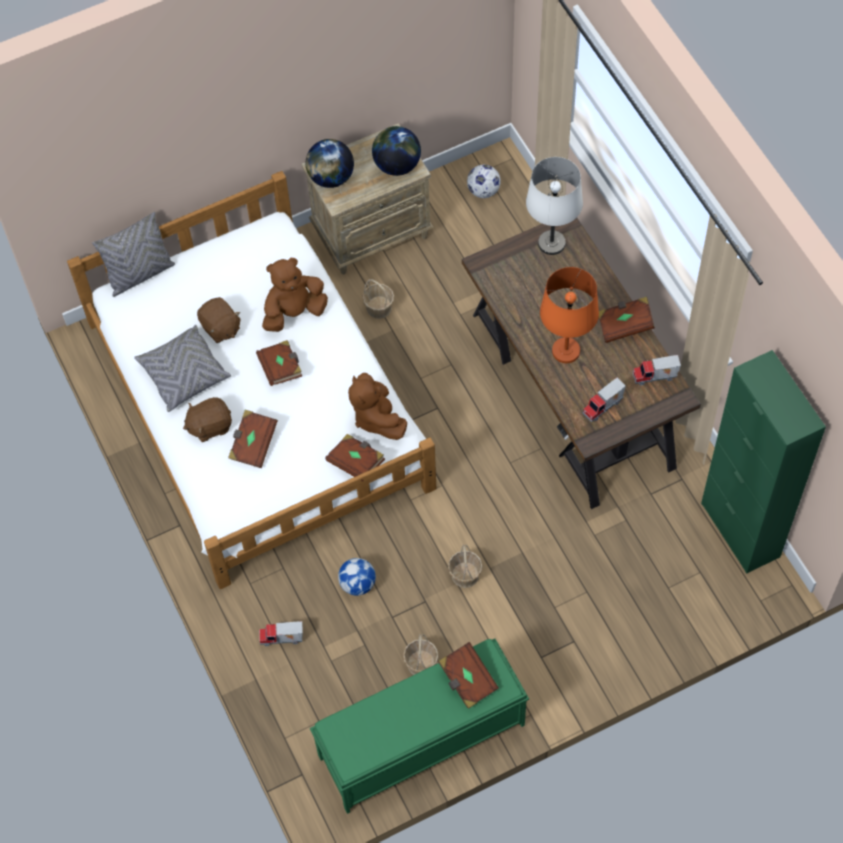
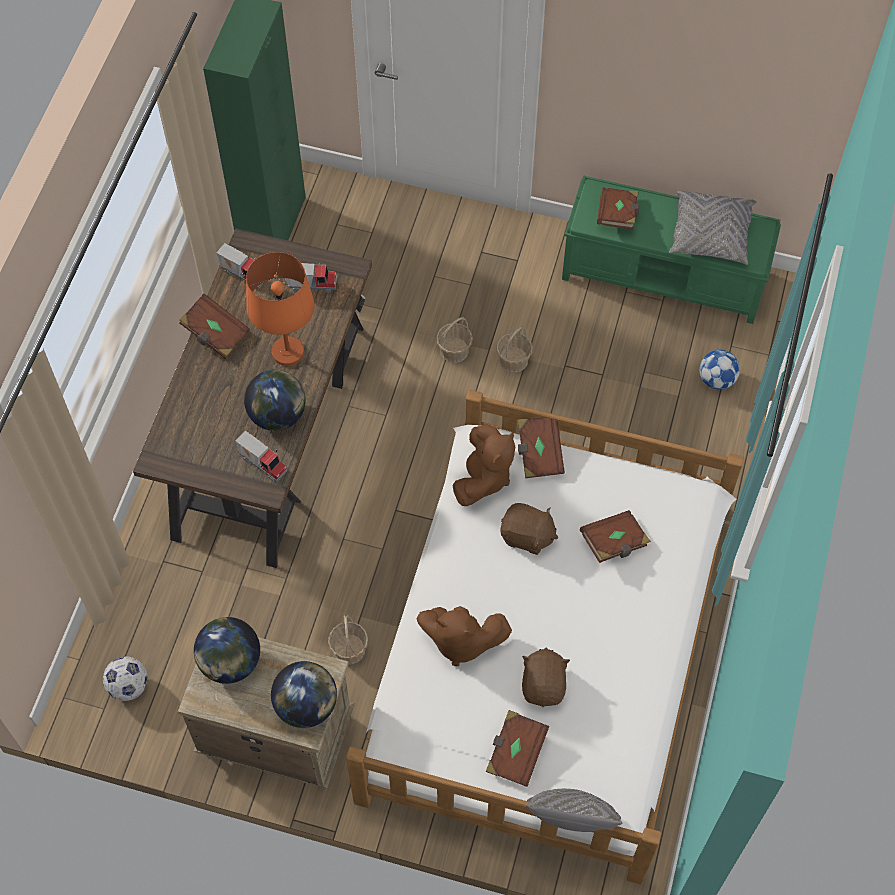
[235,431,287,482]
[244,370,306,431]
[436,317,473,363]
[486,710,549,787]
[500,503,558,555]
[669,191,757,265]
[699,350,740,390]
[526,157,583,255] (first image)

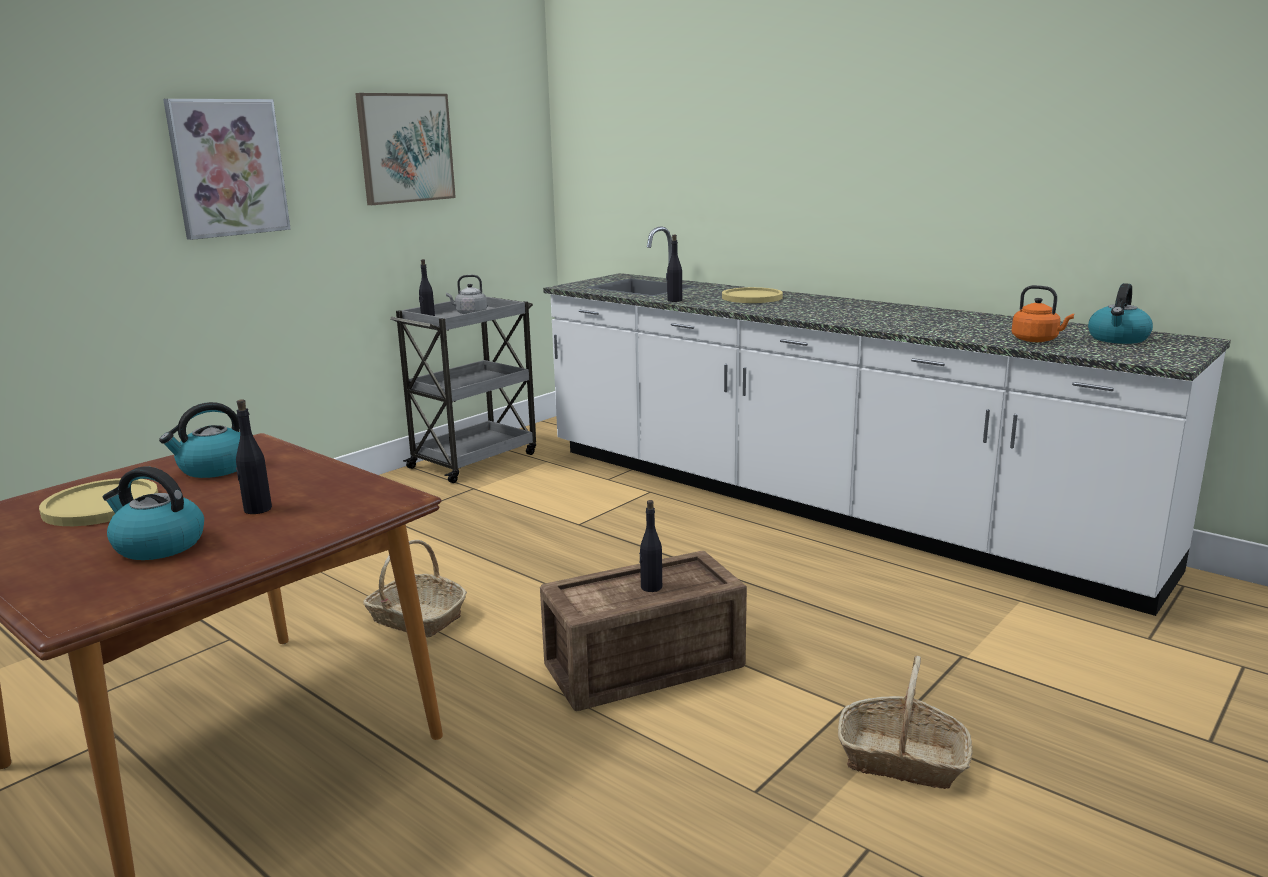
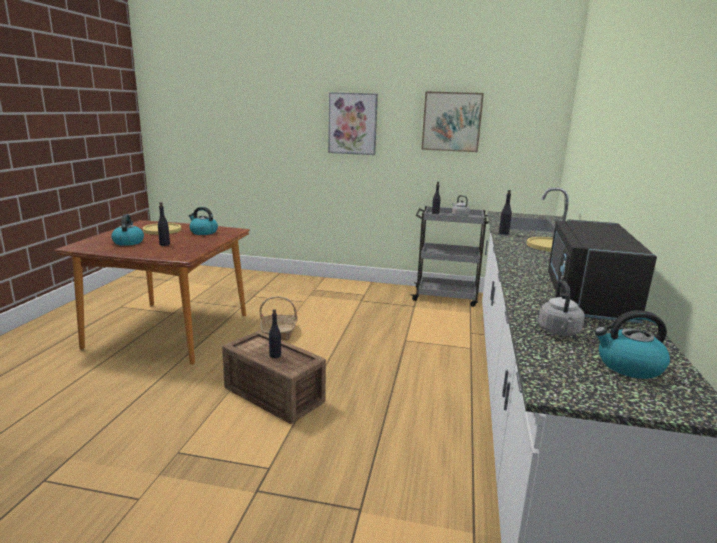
[538,280,585,336]
[548,219,657,323]
[838,656,973,789] (first image)

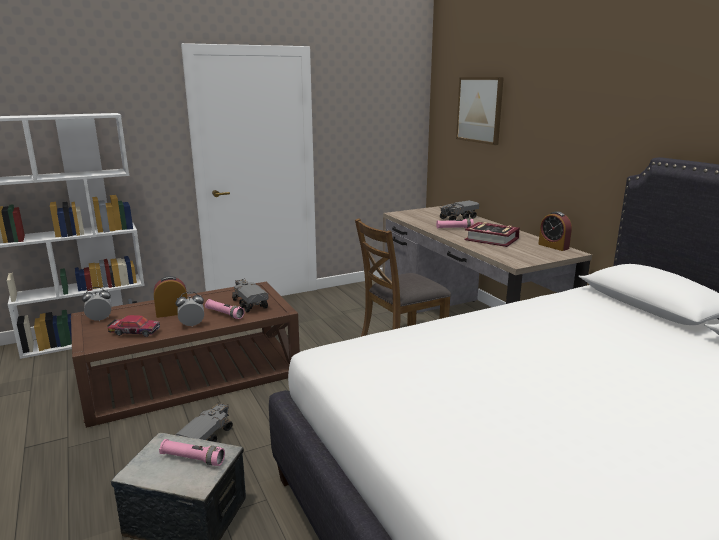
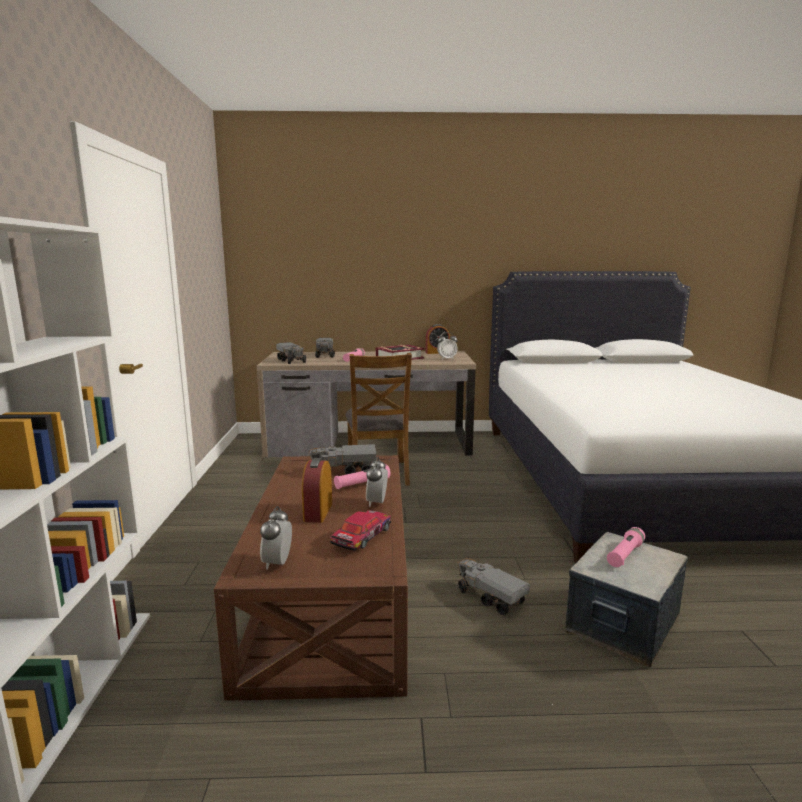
[276,342,306,364]
[437,332,458,360]
[456,77,504,145] (first image)

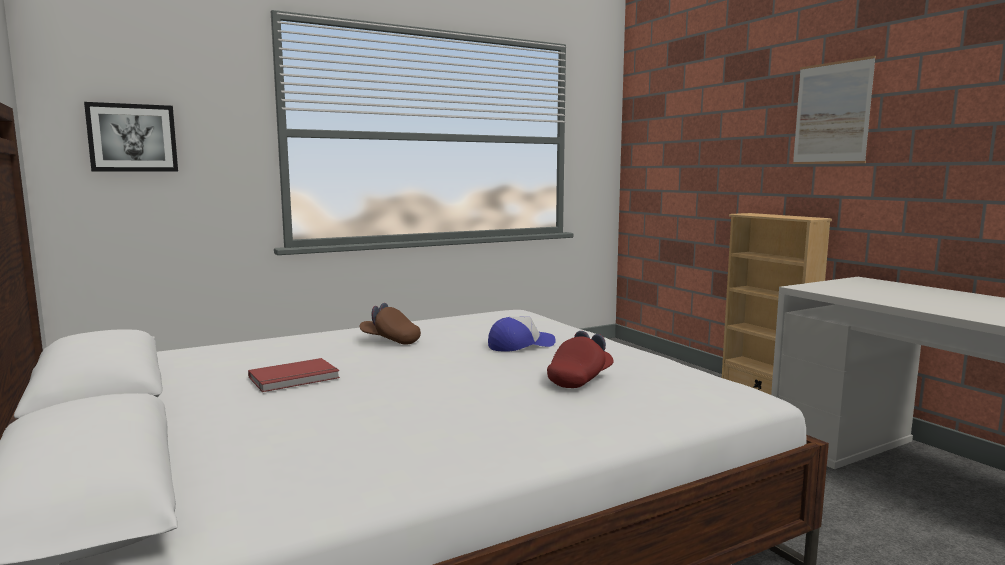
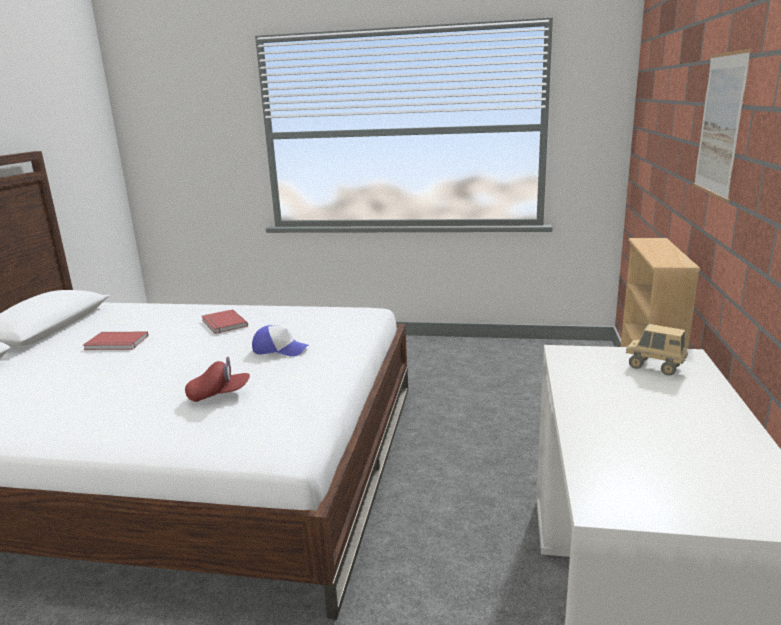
[202,309,248,334]
[626,324,688,376]
[84,102,178,171] (first image)

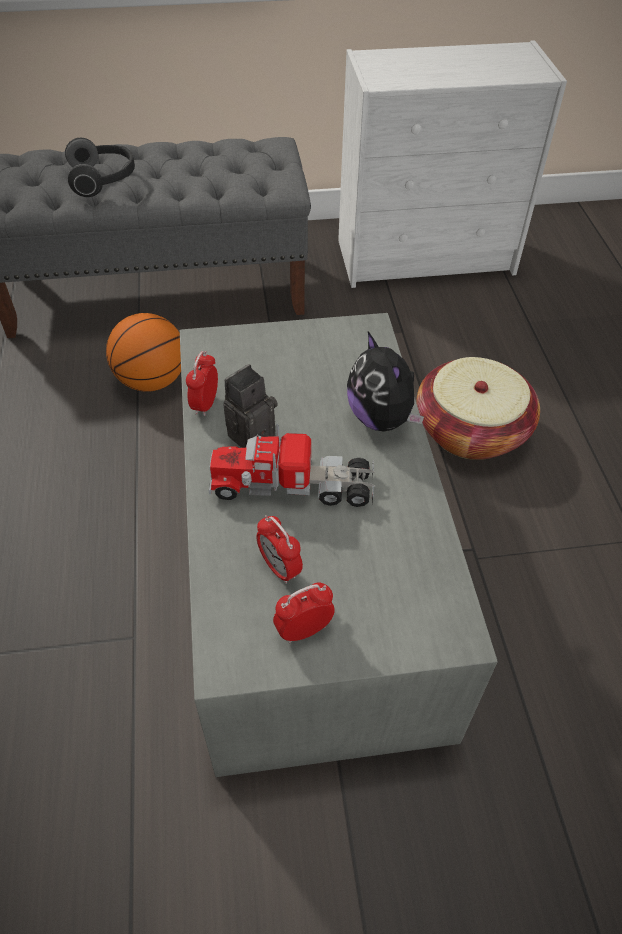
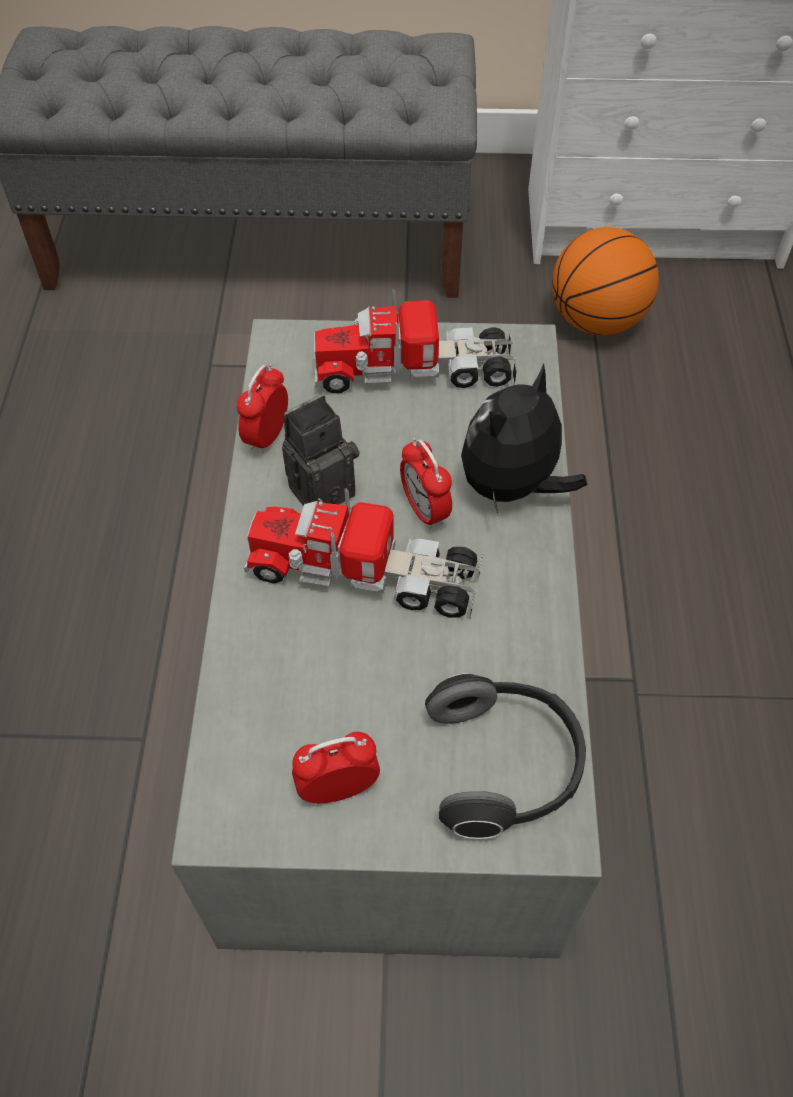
[314,289,517,393]
[400,438,452,529]
[425,673,586,839]
[461,363,587,515]
[552,227,659,335]
[416,357,540,460] (first image)

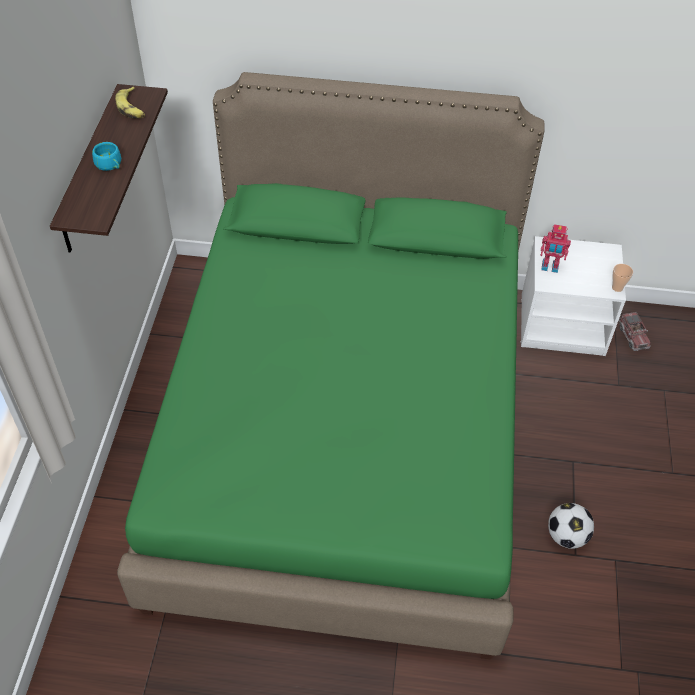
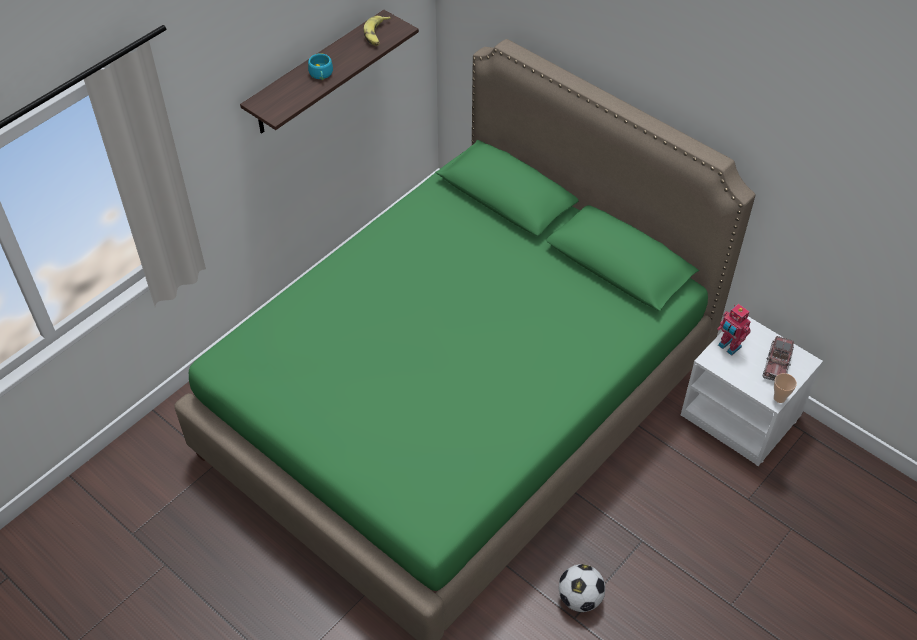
[762,336,794,381]

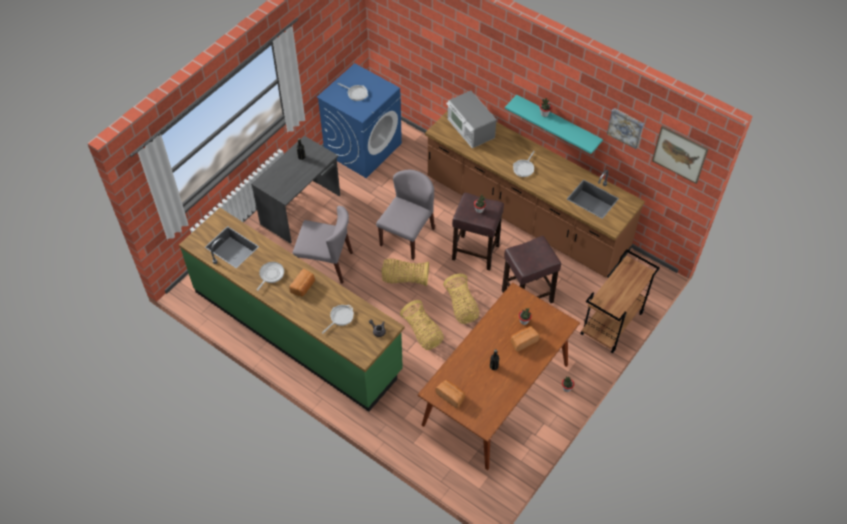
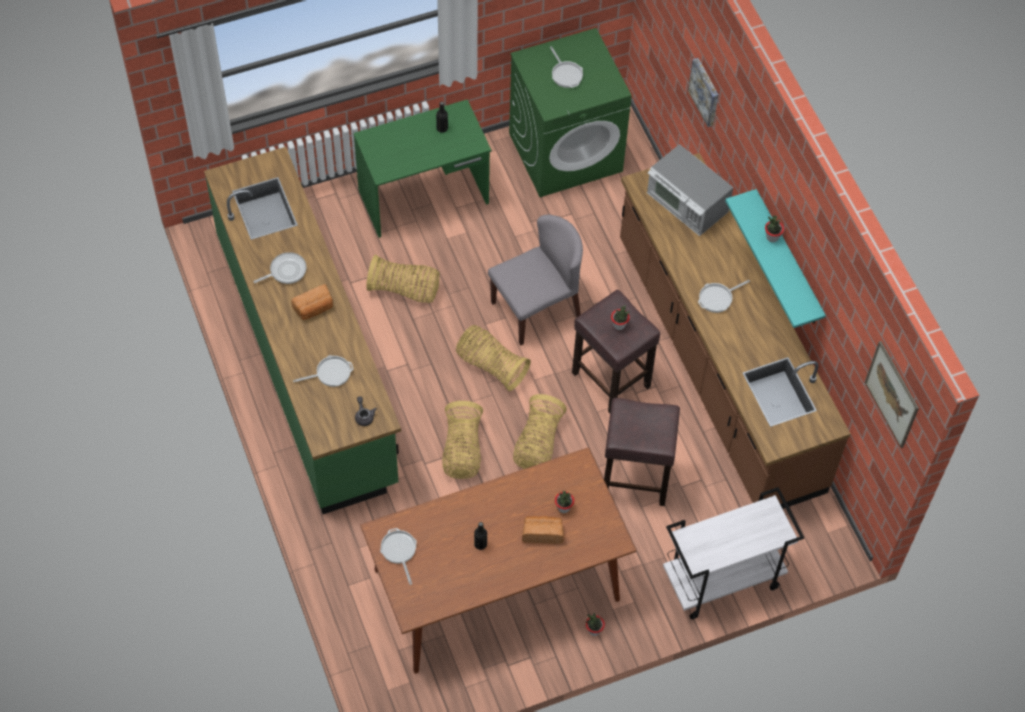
[353,99,491,238]
[366,255,440,303]
[380,528,417,585]
[509,28,631,197]
[647,144,733,236]
[663,487,804,619]
[688,58,719,127]

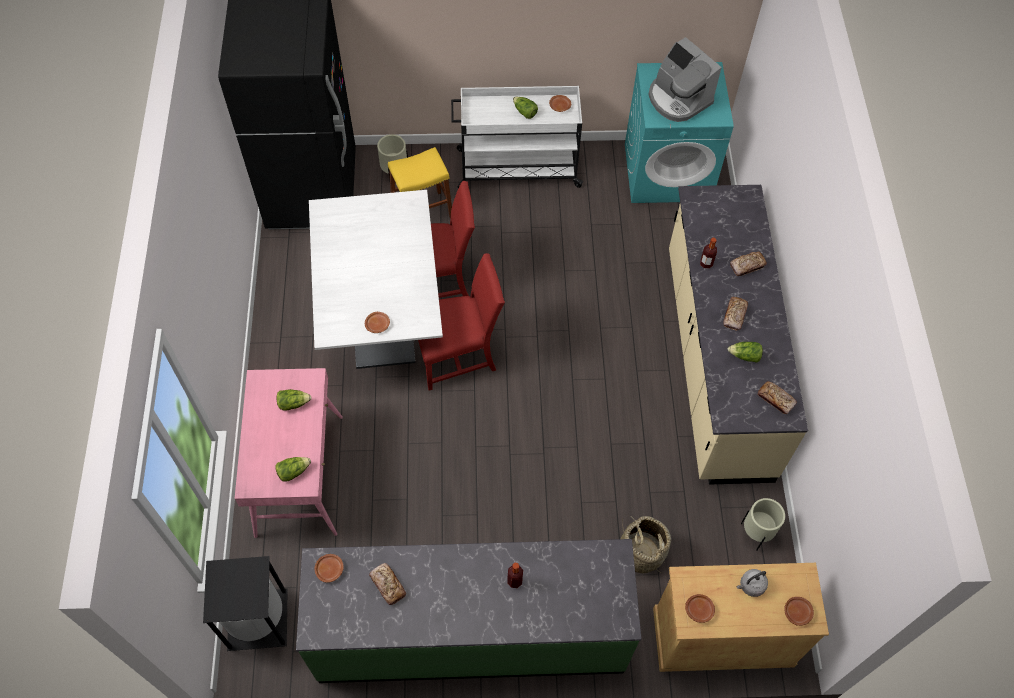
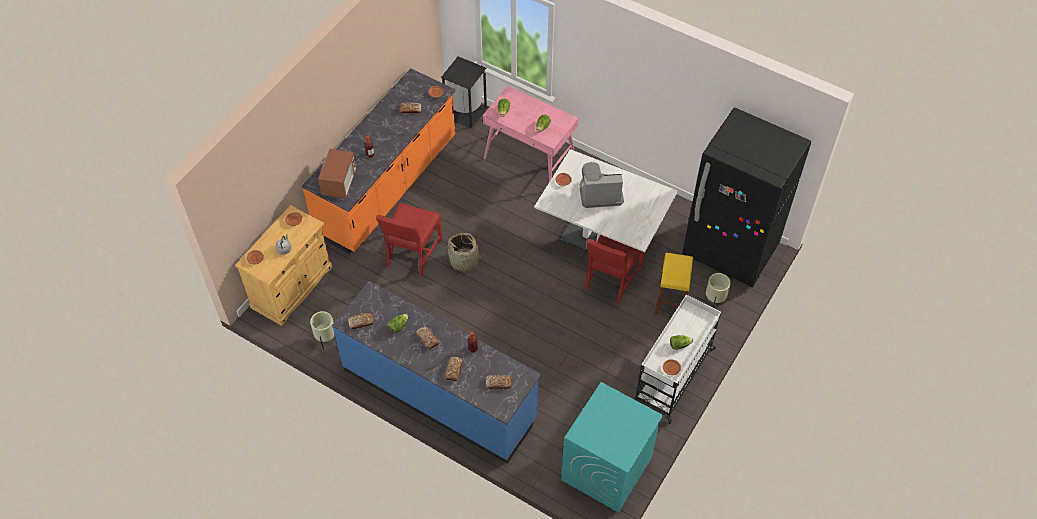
[302,68,456,254]
[318,149,356,198]
[332,281,541,464]
[376,203,443,277]
[447,233,484,271]
[486,375,512,389]
[580,162,624,208]

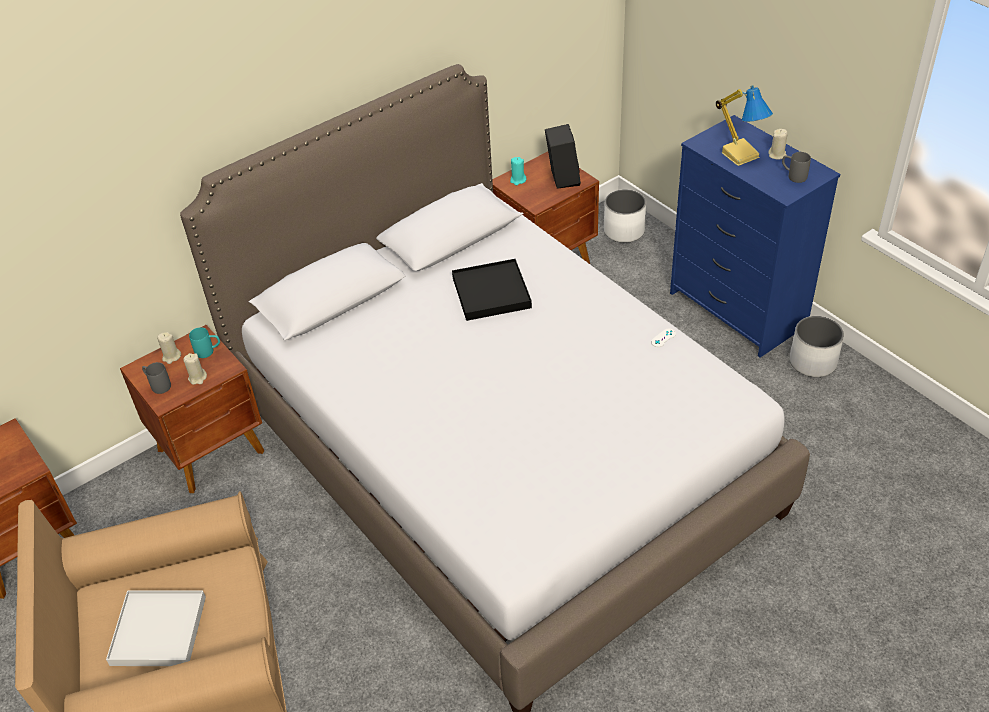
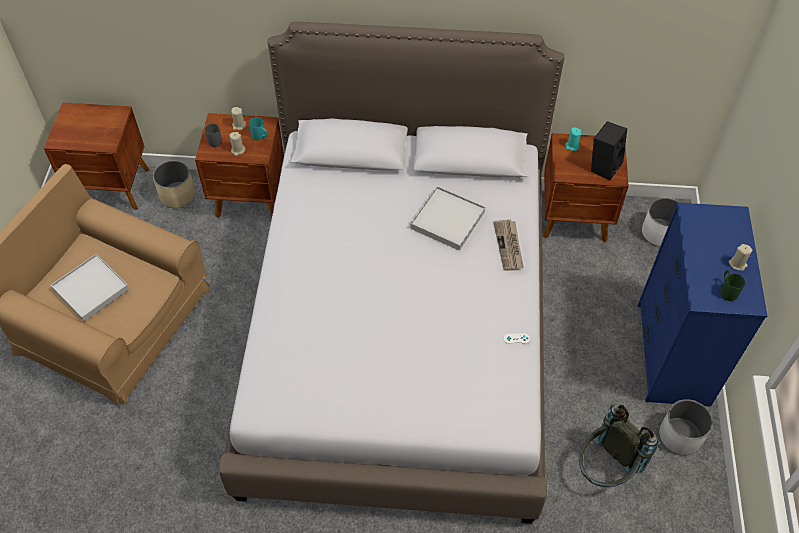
[153,160,196,208]
[410,186,485,251]
[493,219,524,271]
[579,404,659,487]
[720,270,745,301]
[716,85,773,166] (first image)

